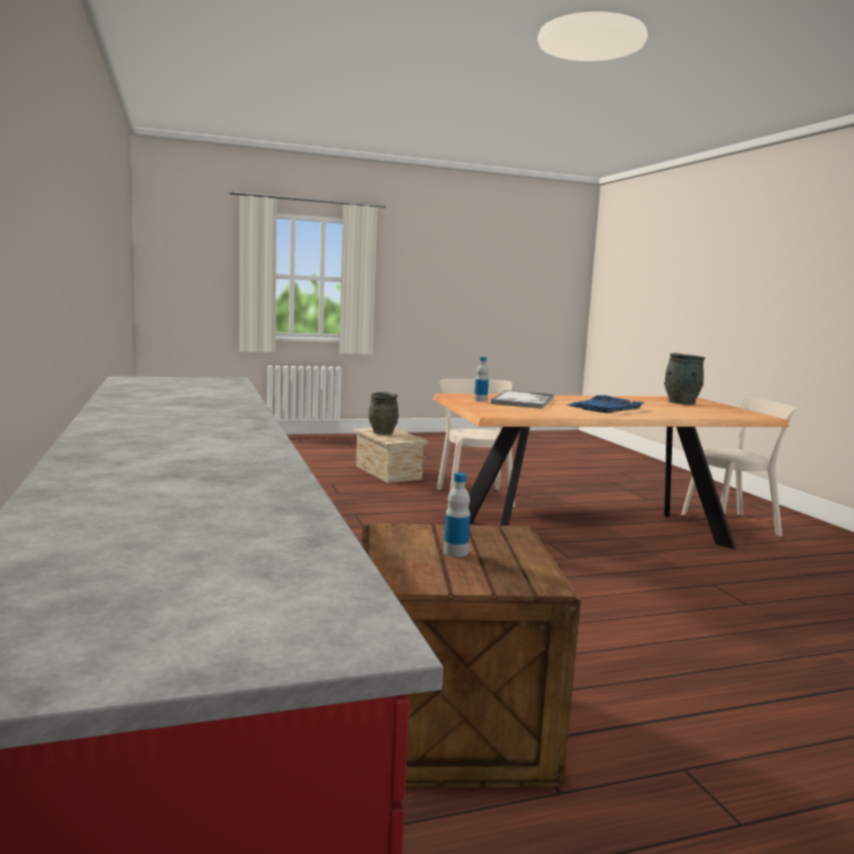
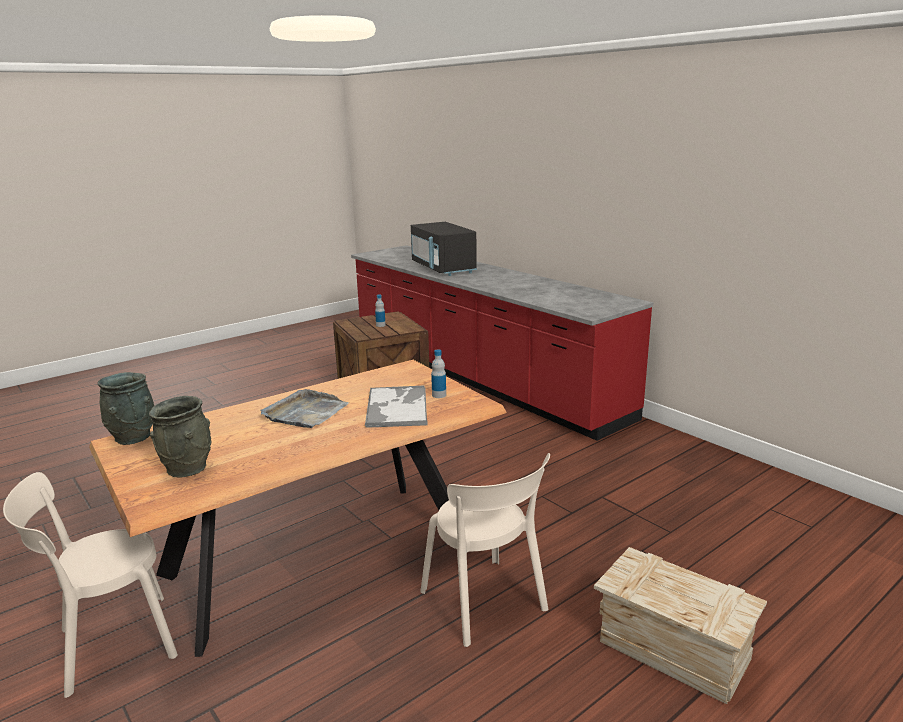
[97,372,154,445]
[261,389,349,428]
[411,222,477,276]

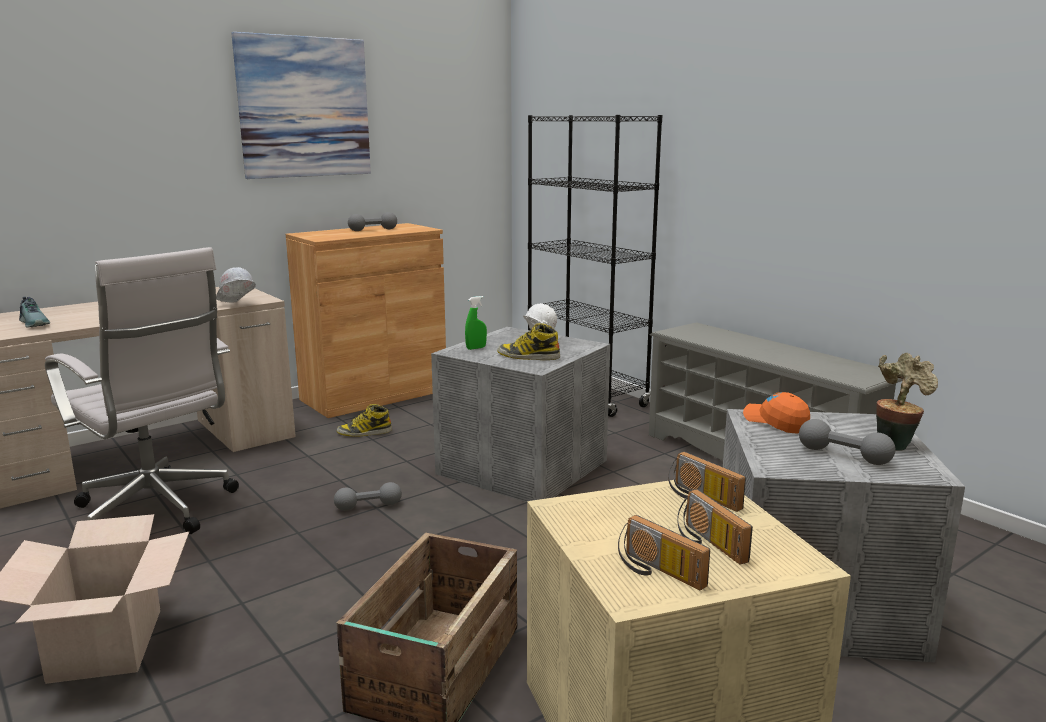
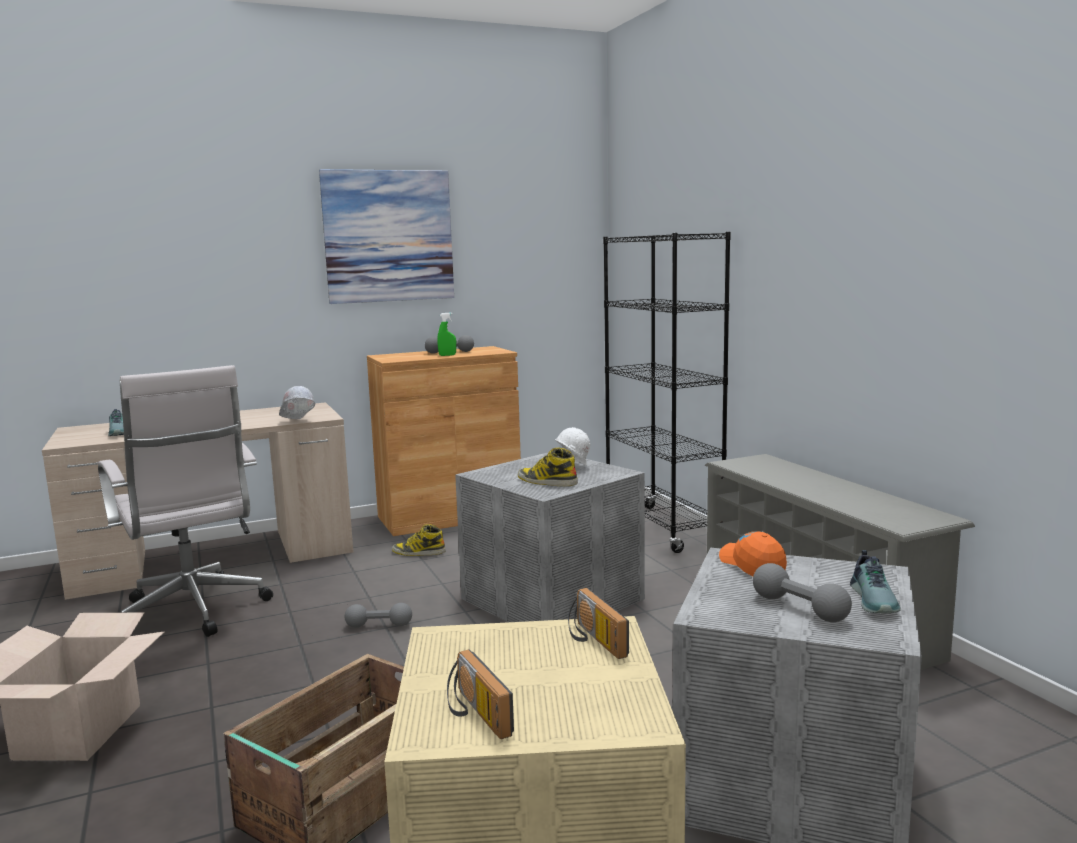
[437,313,456,356]
[850,550,901,613]
[678,489,753,565] (first image)

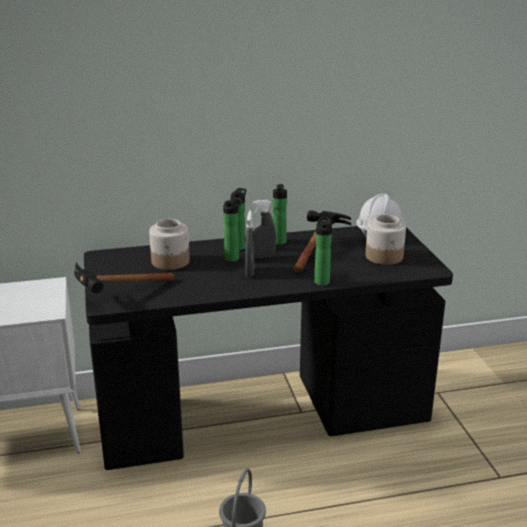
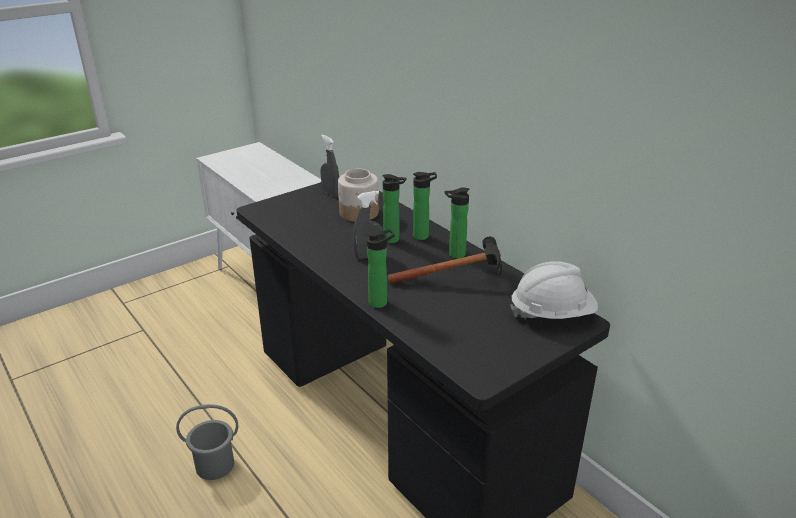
[320,135,339,197]
[74,262,174,293] (first image)
[366,214,406,265] (first image)

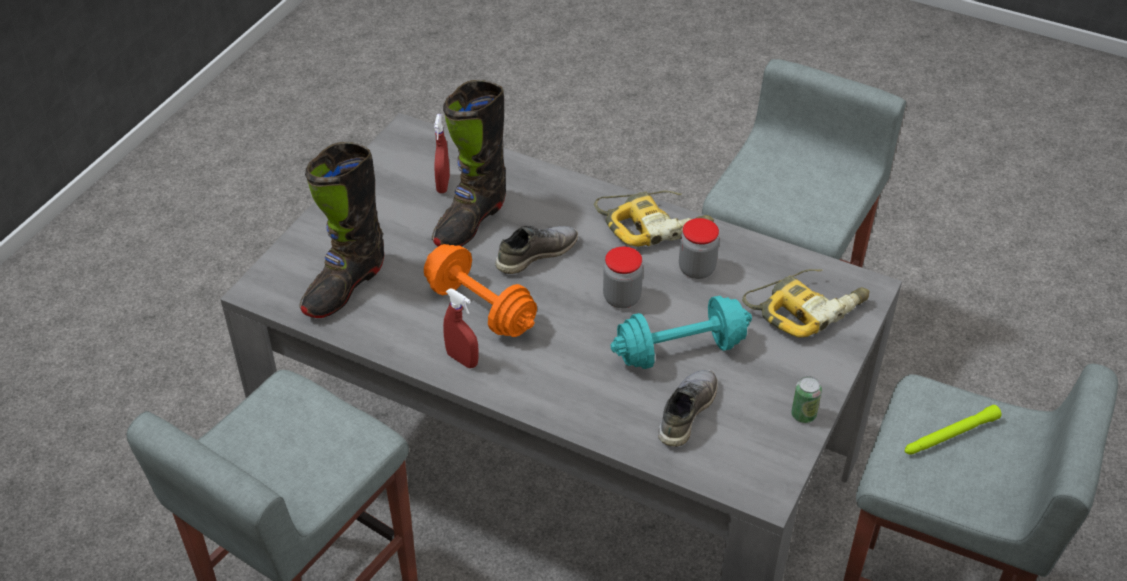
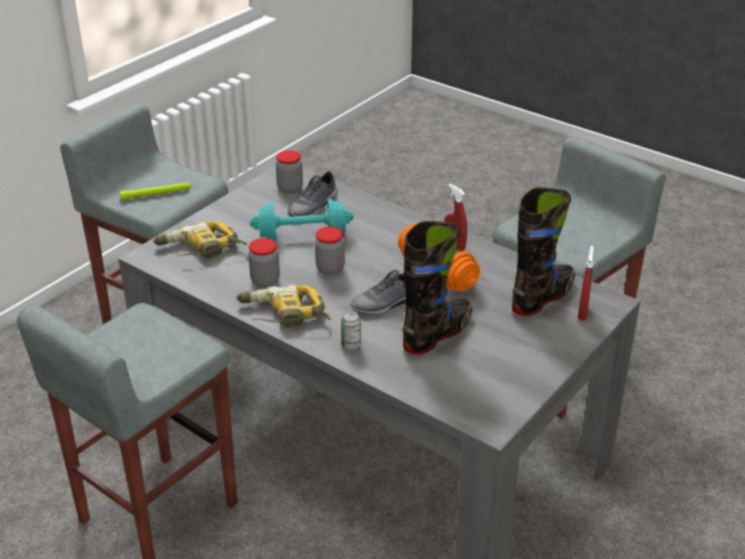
[276,150,303,194]
[341,311,361,350]
[578,246,594,320]

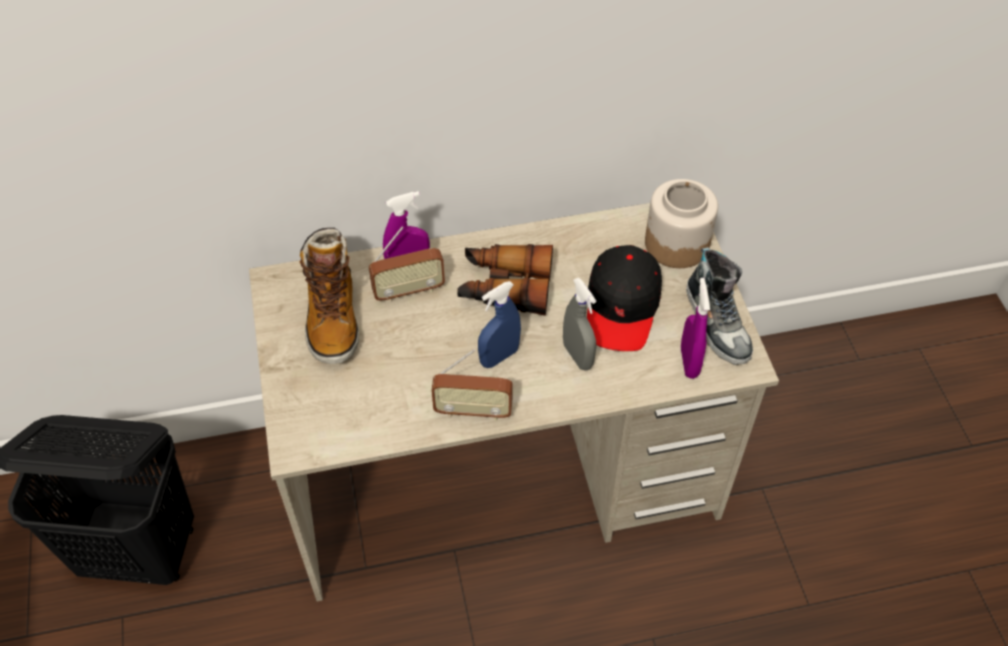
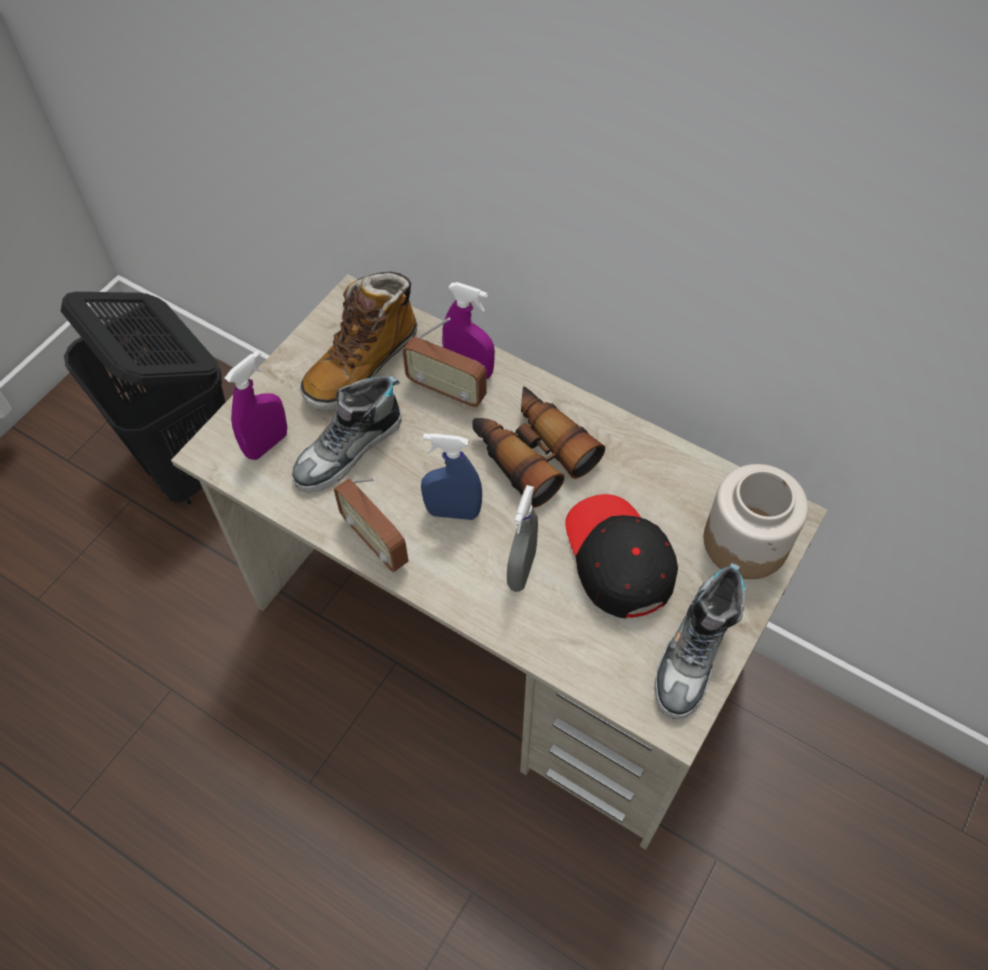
[224,351,287,460]
[292,375,402,493]
[565,494,678,619]

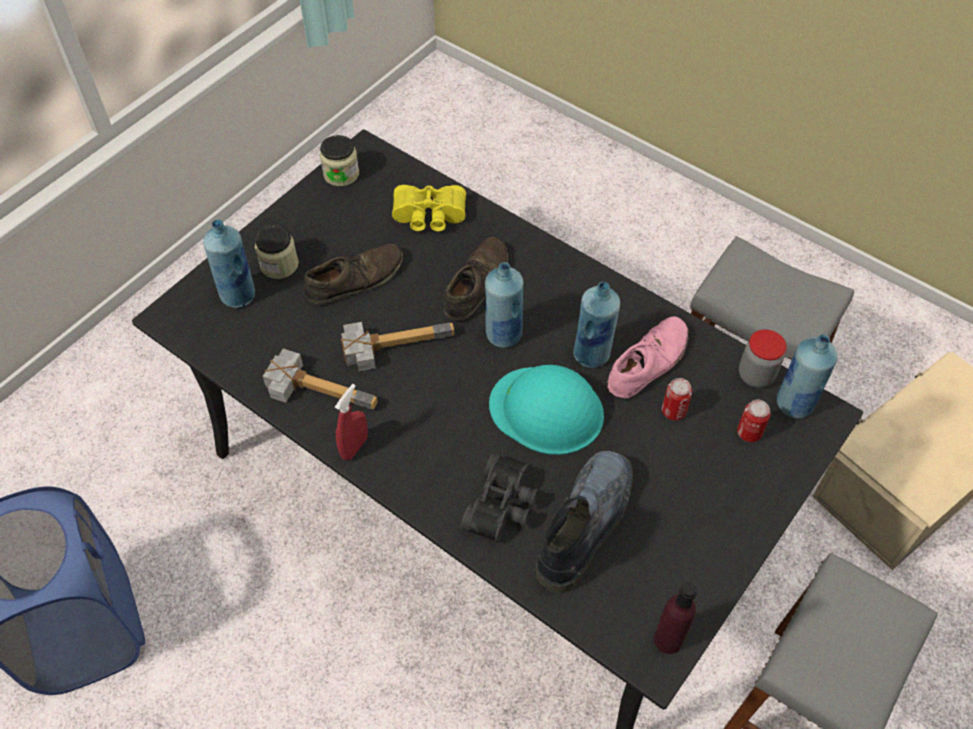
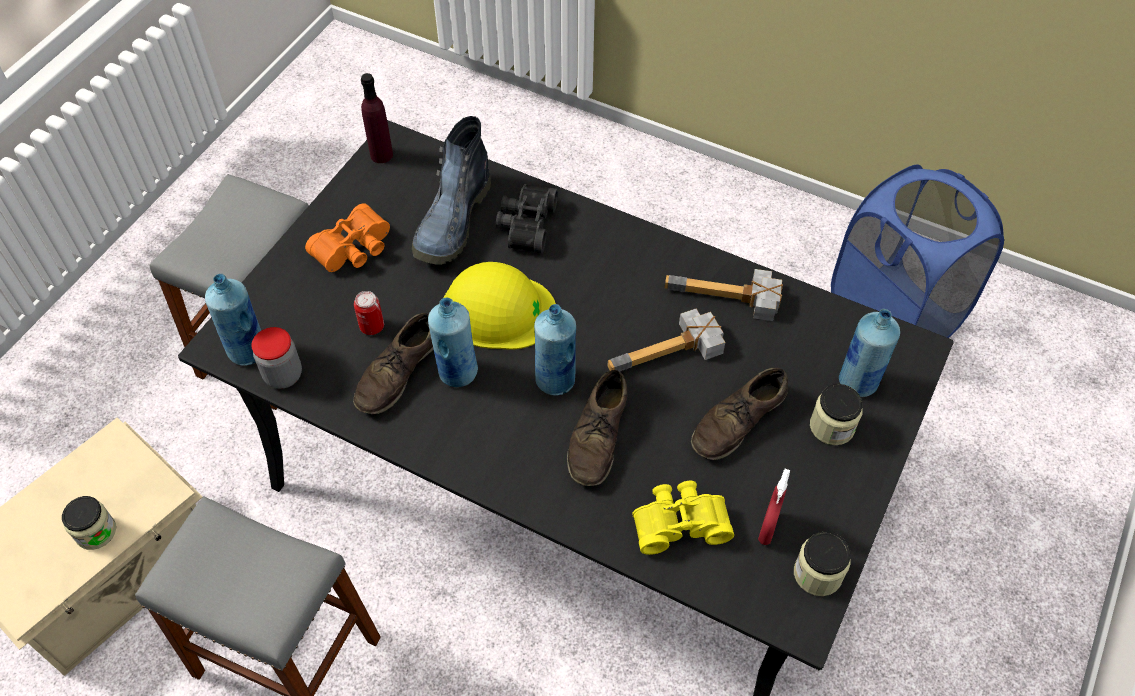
[62,496,116,550]
[305,203,390,272]
[353,313,433,414]
[444,262,556,350]
[758,469,790,545]
[737,400,770,442] (first image)

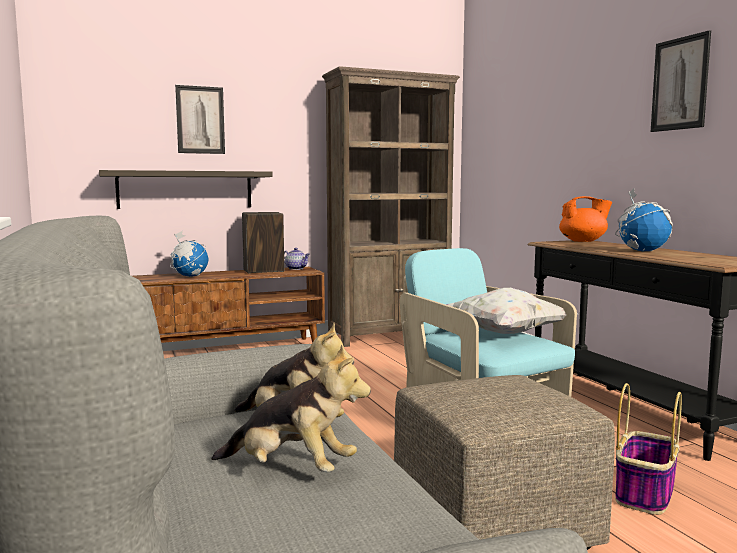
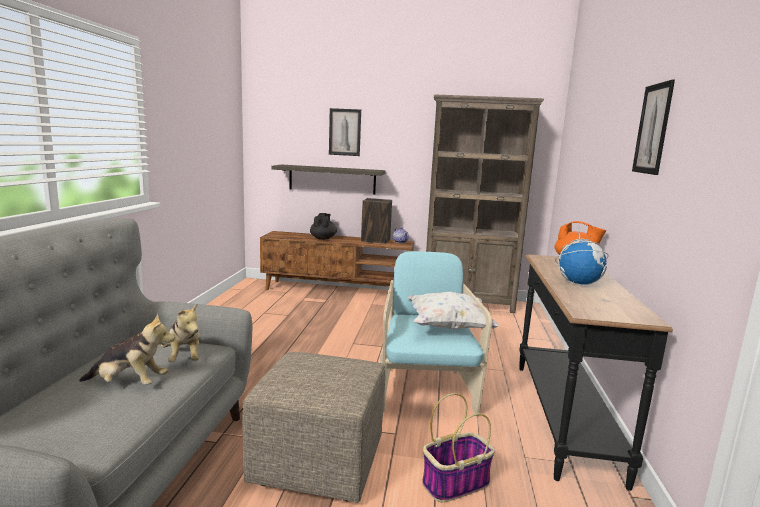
[79,313,175,385]
[310,213,337,240]

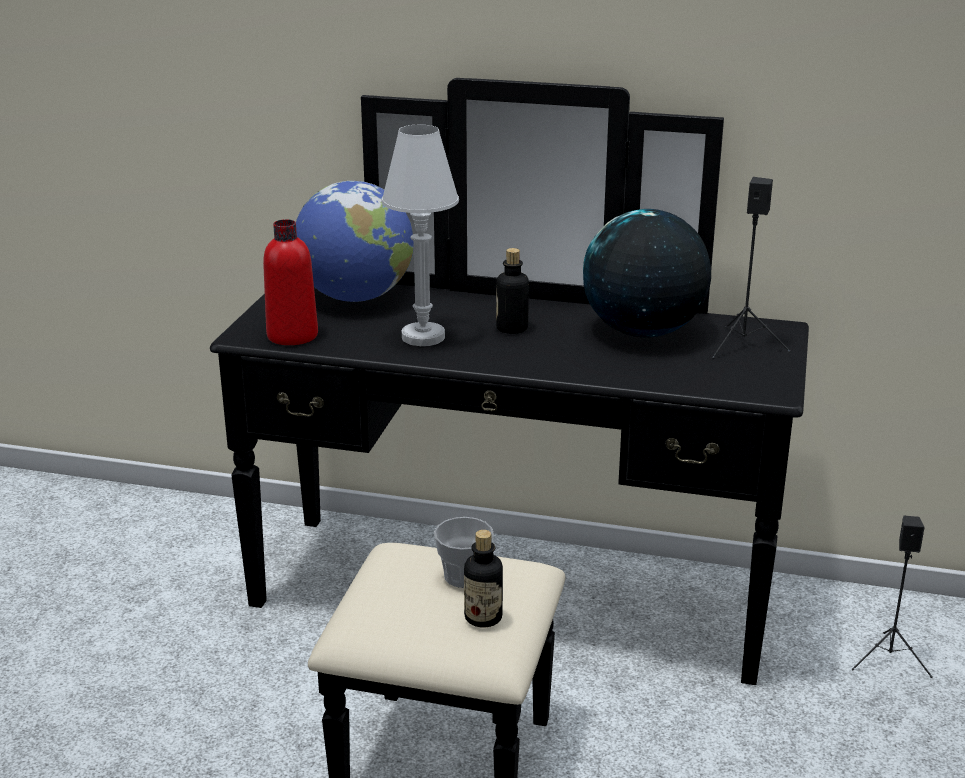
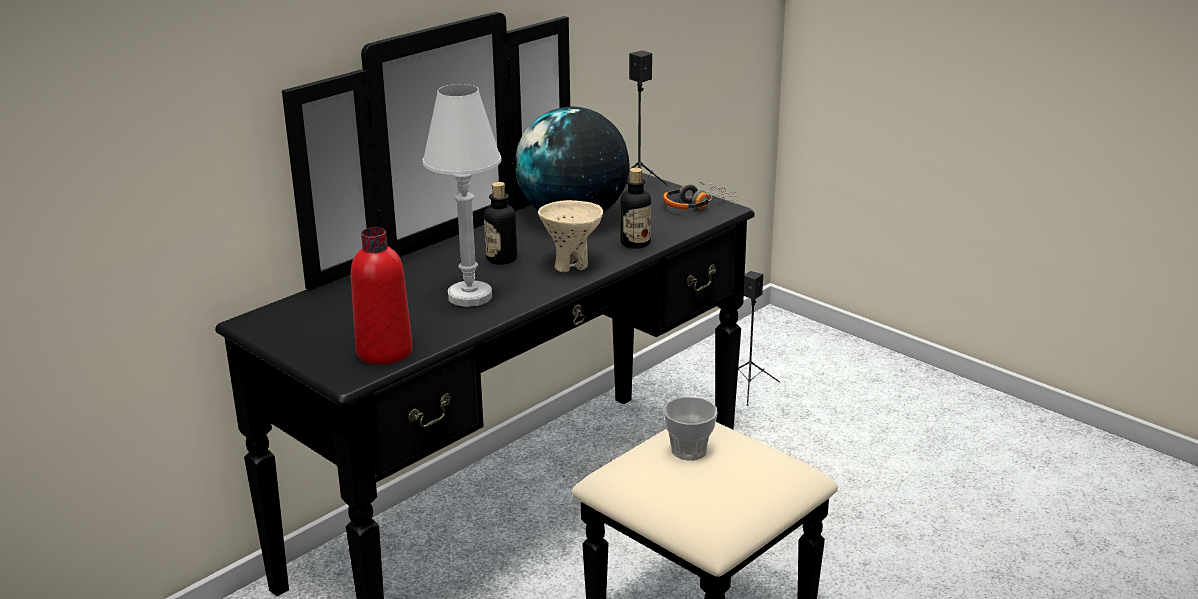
[538,200,603,272]
[620,168,651,249]
[663,182,742,210]
[296,181,414,302] (first image)

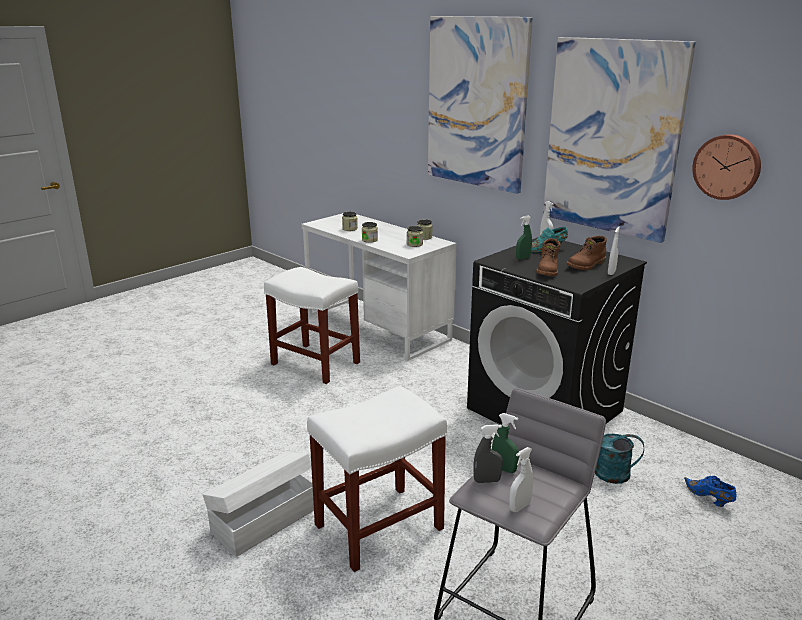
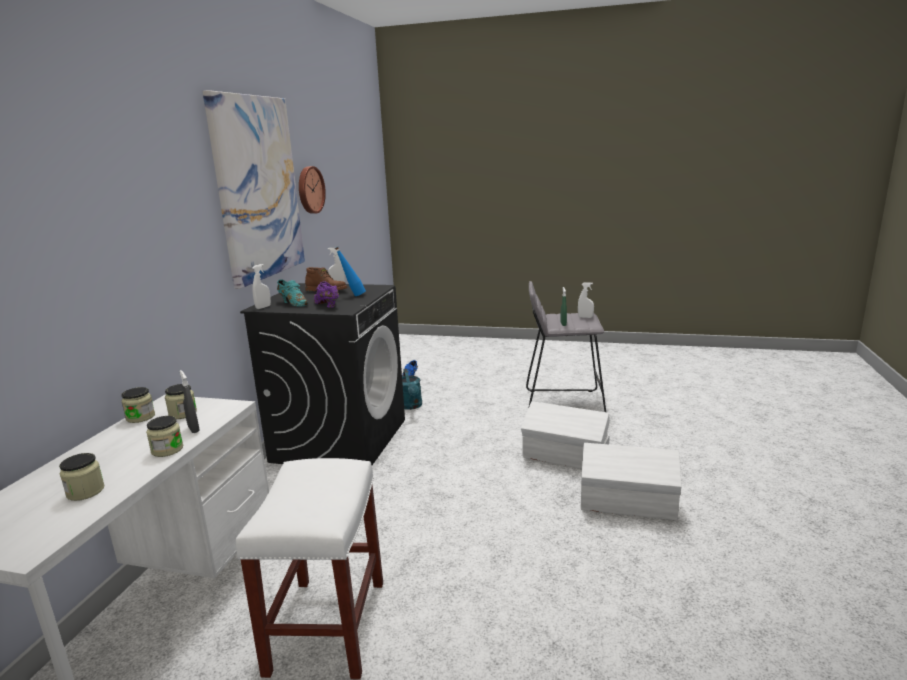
[179,370,200,433]
[314,281,339,308]
[335,247,366,296]
[521,401,610,469]
[428,16,533,194] (first image)

